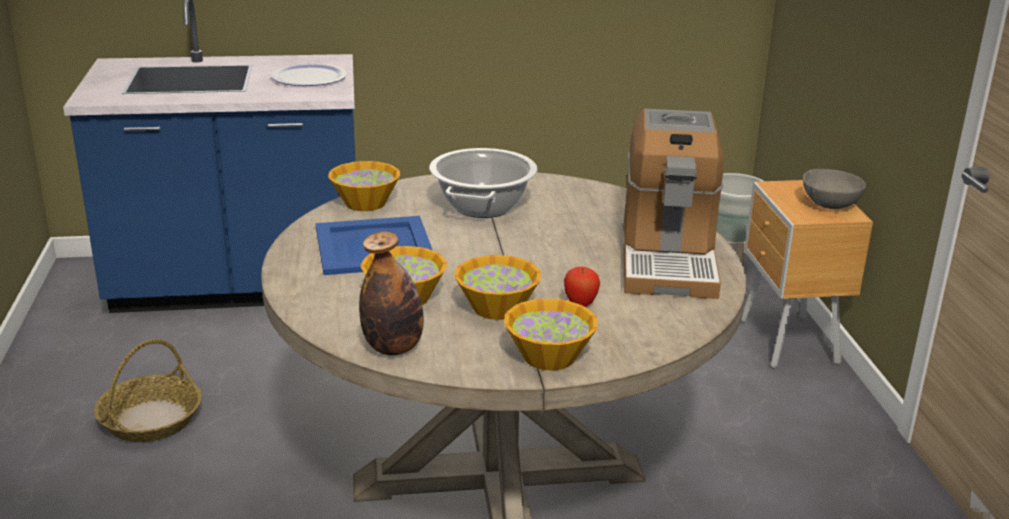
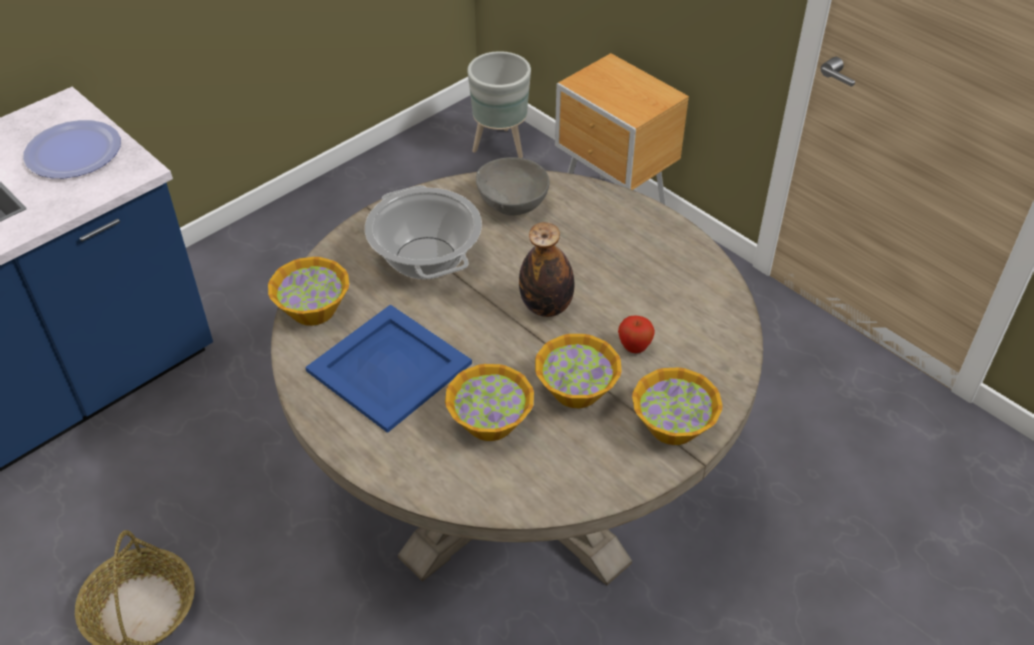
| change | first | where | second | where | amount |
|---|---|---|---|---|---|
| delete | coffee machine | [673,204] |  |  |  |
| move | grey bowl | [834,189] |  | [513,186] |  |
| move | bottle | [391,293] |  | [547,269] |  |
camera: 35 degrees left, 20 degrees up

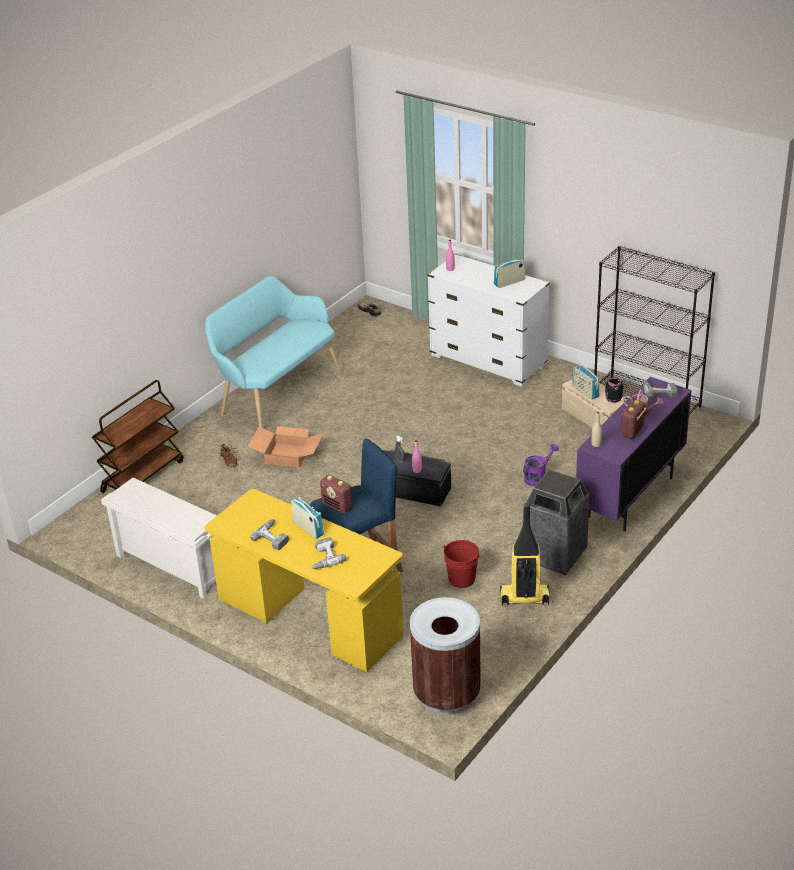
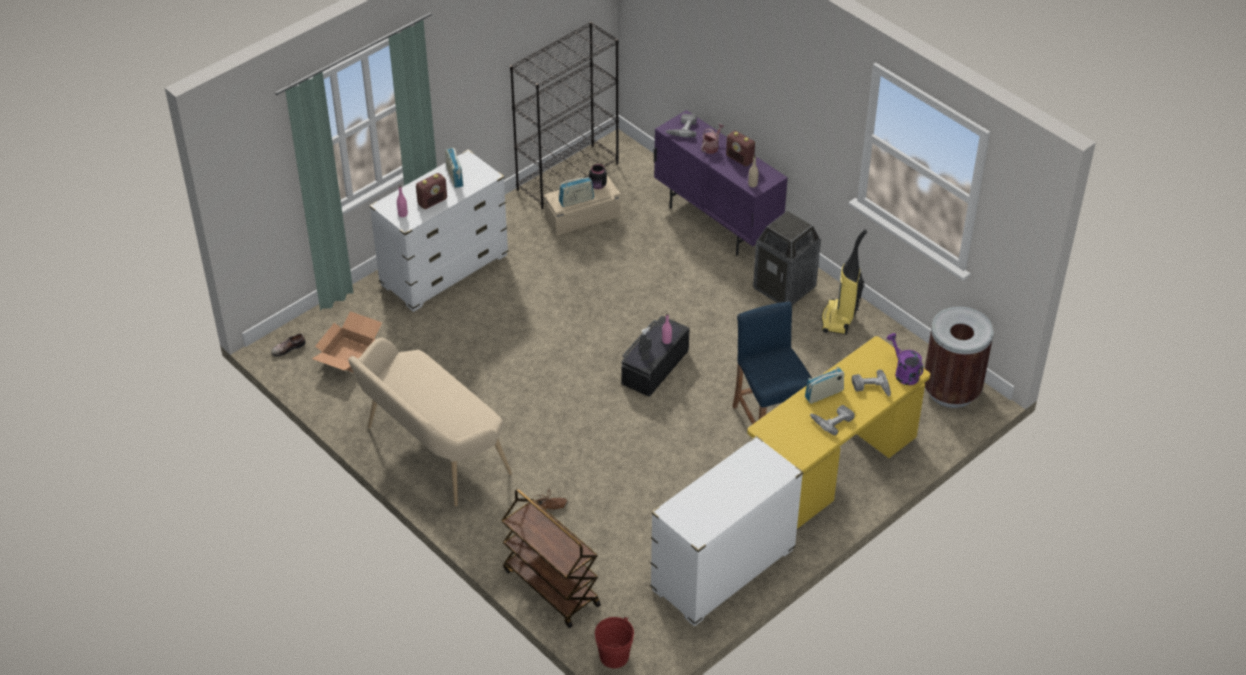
| change | first | where | second | where | amount |
|---|---|---|---|---|---|
| recolor | turquoise bench | [273,352] | beige bench | [430,422] |  |
| move | cardboard box | [285,447] |  | [347,342] |  |
| move | purple watering can | [541,465] |  | [905,359] |  |
| move | radio | [336,494] |  | [431,191] |  |
| replace | white shoe rack | [159,538] | white dresser | [726,531] |  |
| move | red bucket | [461,564] |  | [614,643] |  |
camera: 80 degrees left, 10 degrees up

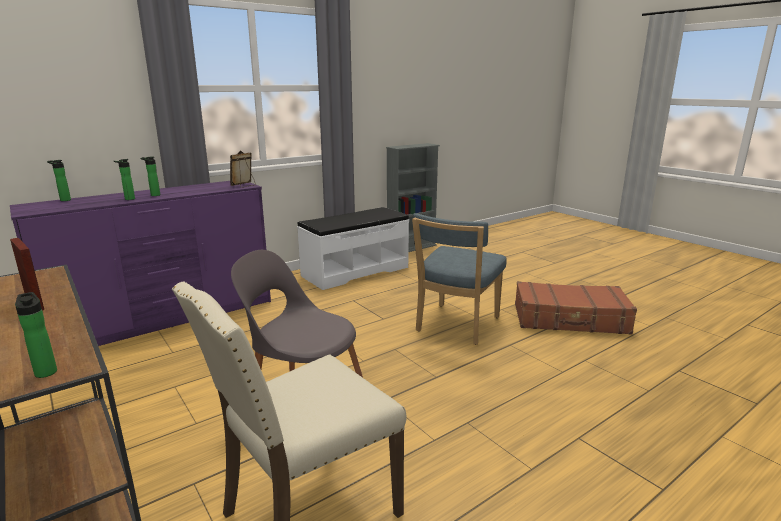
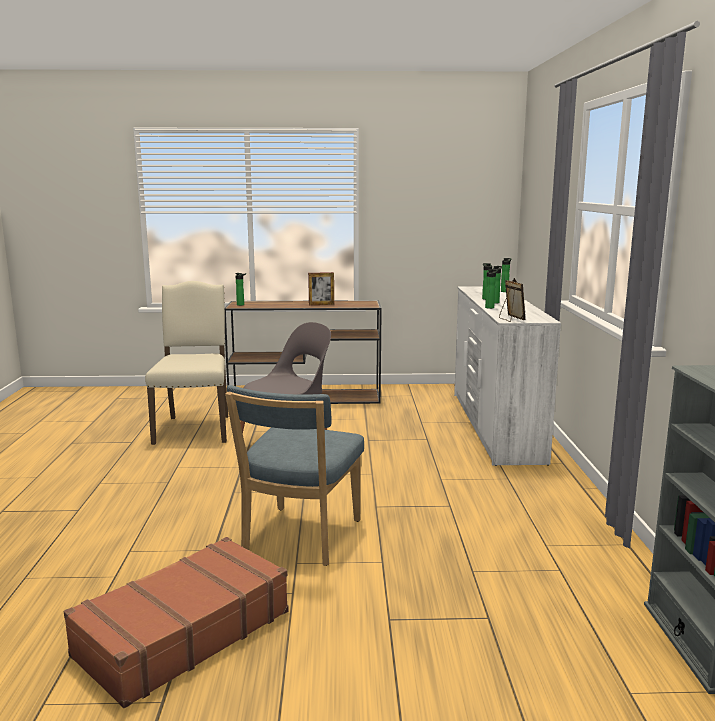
| change | first | where | second | where | amount |
|---|---|---|---|---|---|
| recolor | purple dresser | [140,263] | white dresser | [507,376] |  |
| delete | white bench | [353,248] |  |  |  |
| rotate | blue chair | [459,279] |  | [294,475] | 135 degrees counterclockwise |
| insert |  |  | bottle | [491,289] |  |
camera: 125 degrees right, 5 degrees down

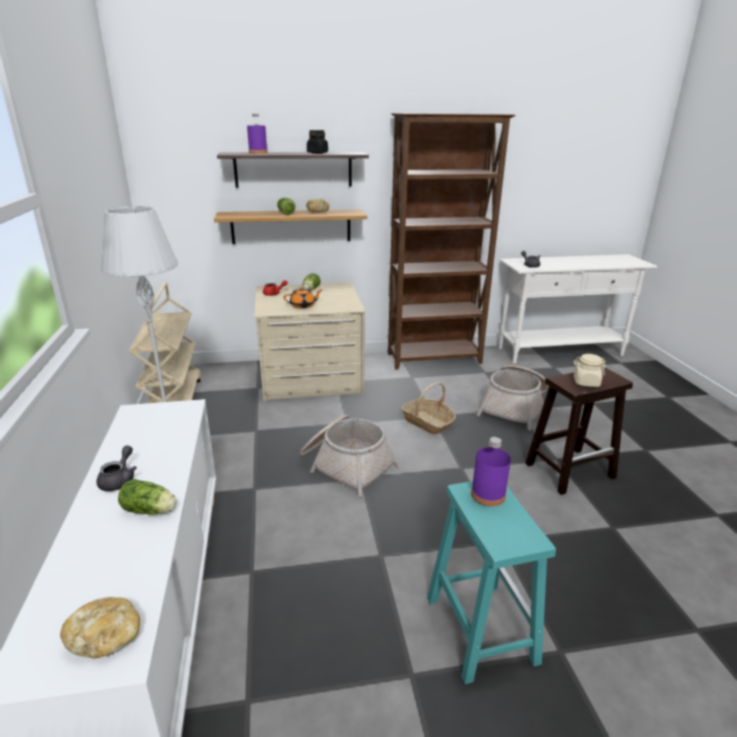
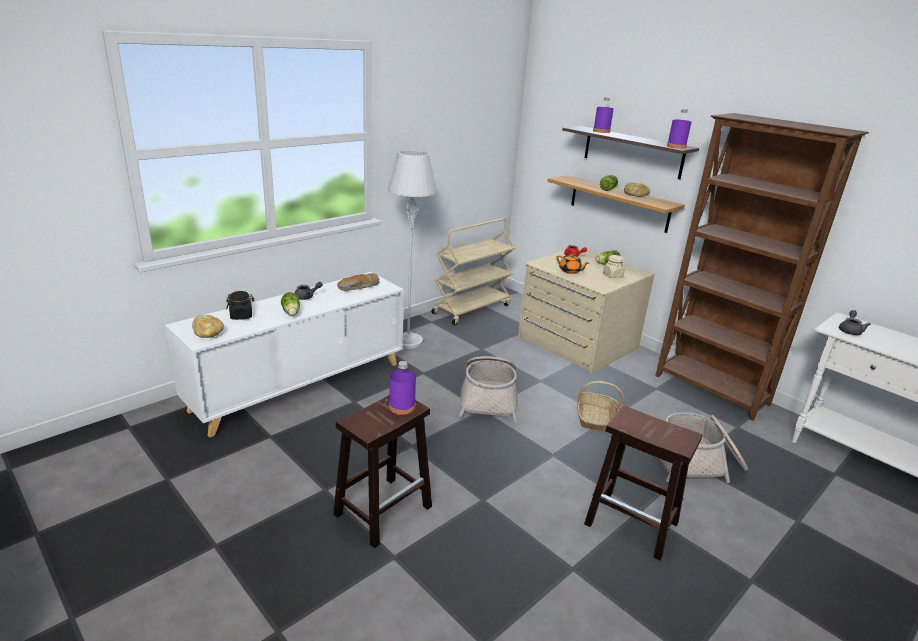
| change | first | where | second | where | amount |
|---|---|---|---|---|---|
| move | black jar | [317,142] |  | [240,305] |  |
| move | beige jar | [589,370] |  | [614,266] |  |
| recolor | turquoise stool | [491,582] | brown stool | [382,471] |  |
| insert |  |  | purple bottle | [679,129] |  |
| insert |  |  | bread | [358,282] |  |
camera: 55 degrees right, 0 degrees up

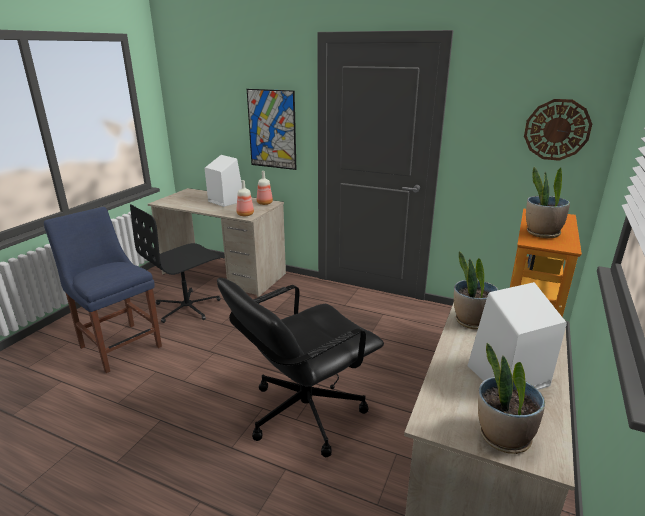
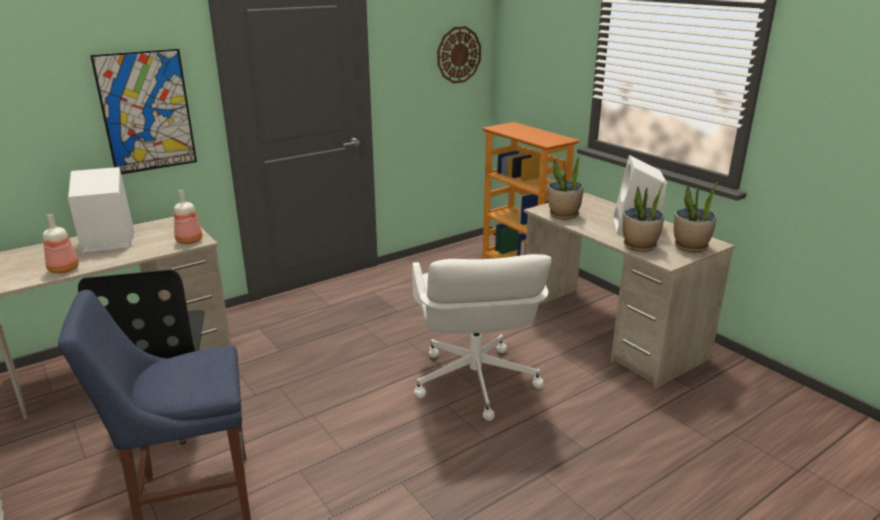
| change | first | where | second | where | amount |
|---|---|---|---|---|---|
| move | potted plant | [548,202] |  | [645,216] |  |
| move | bottle | [265,188] |  | [61,244] |  |
| recolor | black office chair | [300,367] | white office chair | [482,337] |  |
camera: 60 degrees left, 0 degrees up

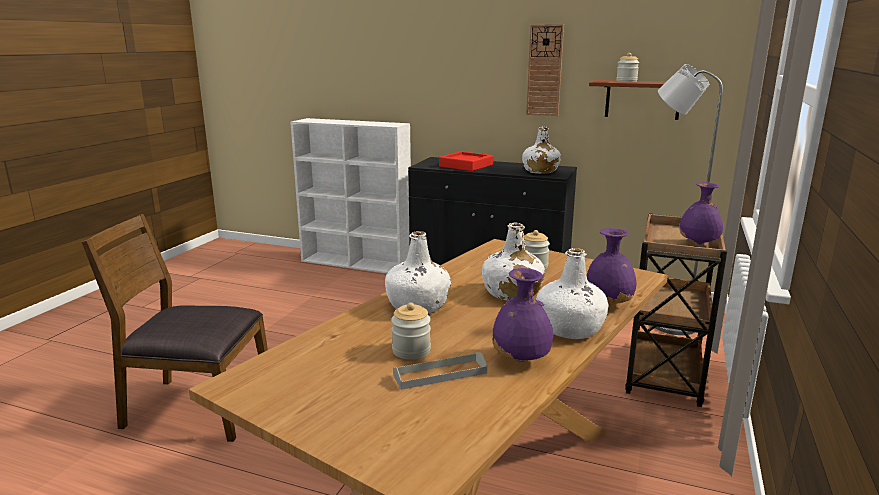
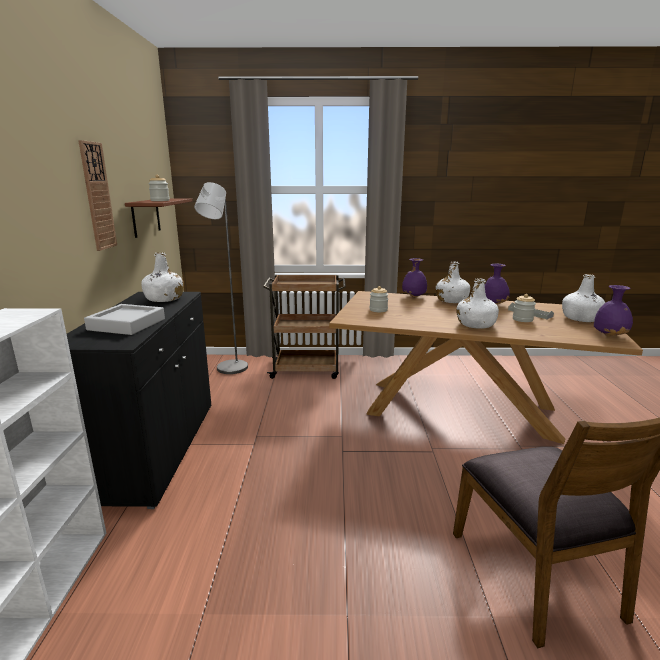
| change | first | where | second | where | amount |
|---|---|---|---|---|---|
| recolor | red tray | [466,161] | grey tray | [124,319] |  |
| move | purple vase | [701,213] |  | [613,311] |  |
| move | white bottle | [513,261] |  | [583,298] |  |
camera: 110 degrees left, 0 degrees up

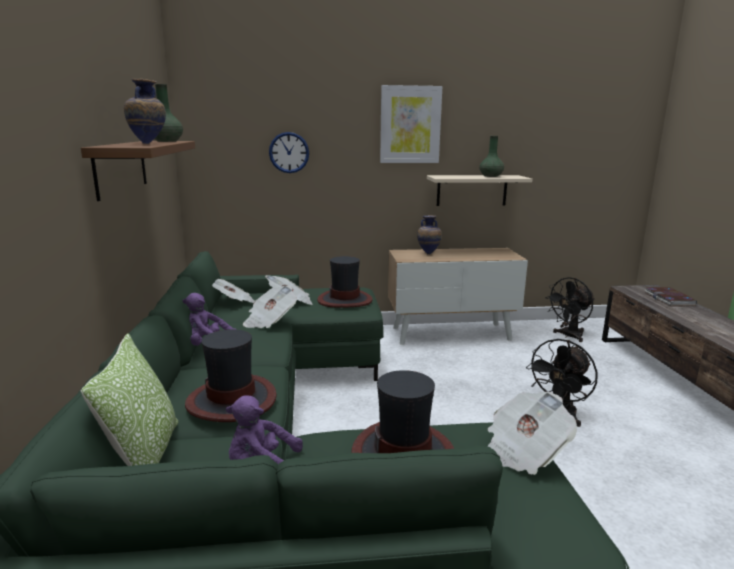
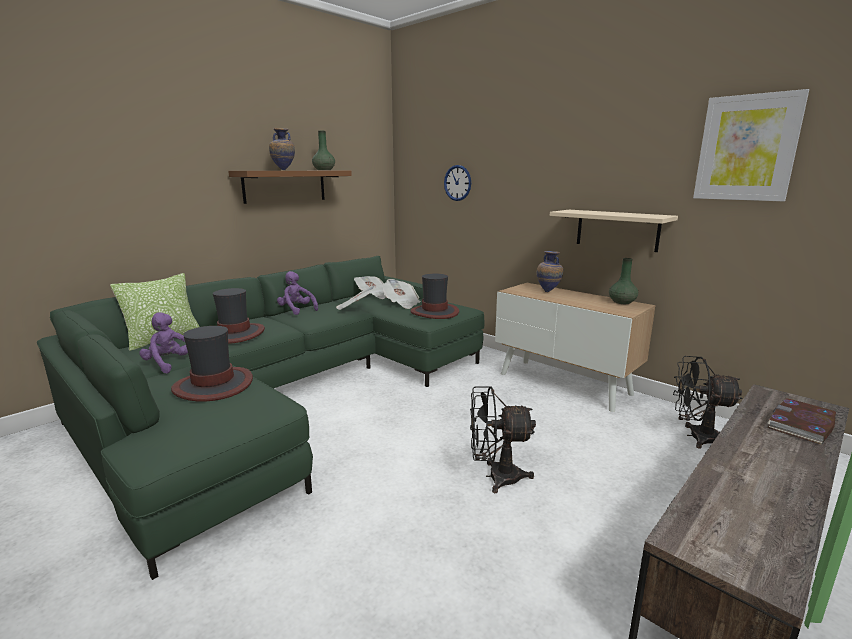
| change | first | where | second | where | amount |
|---|---|---|---|---|---|
| move | picture | [411,124] |  | [751,145] |  |
| move | green vase | [491,156] |  | [623,281] |  |
| delete | newspaper | [532,433] |  |  |  |
camera: 50 degrees right, 0 degrees up

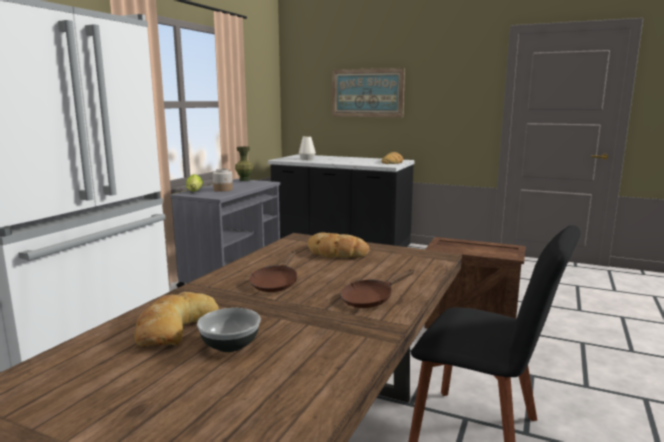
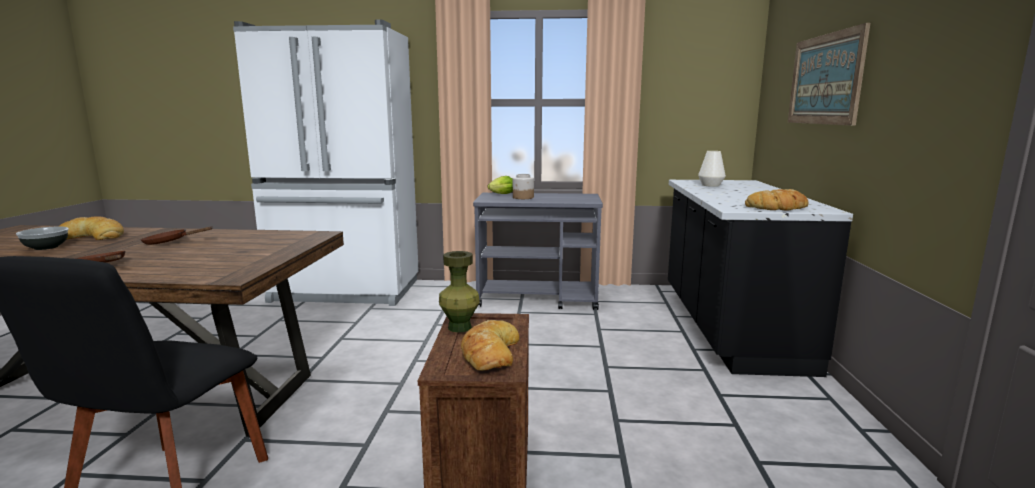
| change | first | where | second | where | amount |
|---|---|---|---|---|---|
| move | green vase | [244,163] |  | [459,291] |  |
| move | bread | [338,245] |  | [490,345] |  |
camera: 70 degrees right, 0 degrees up

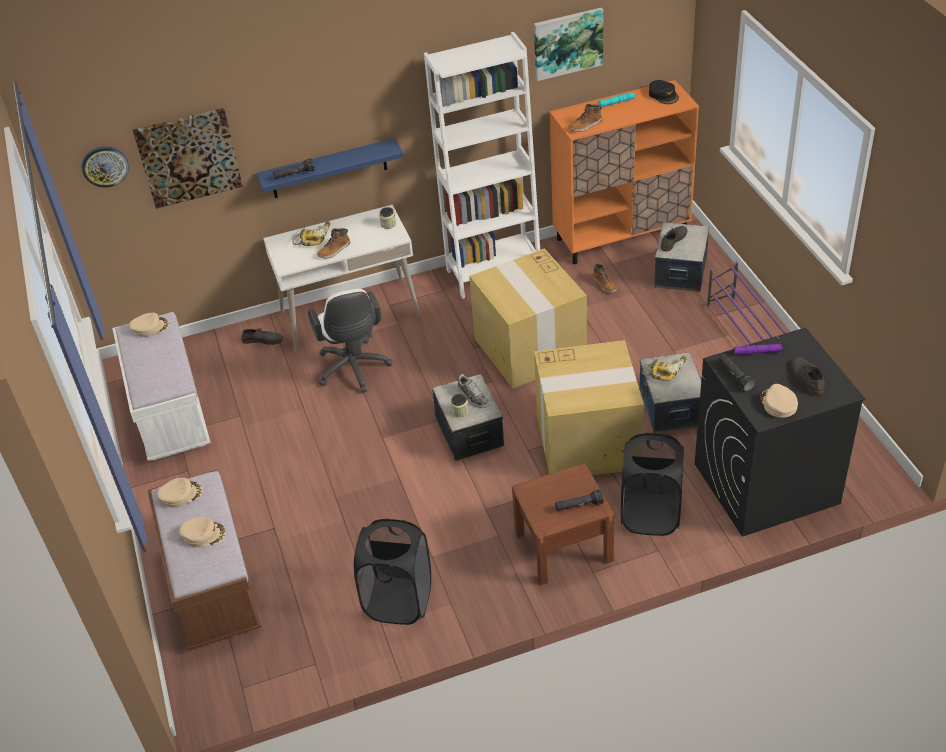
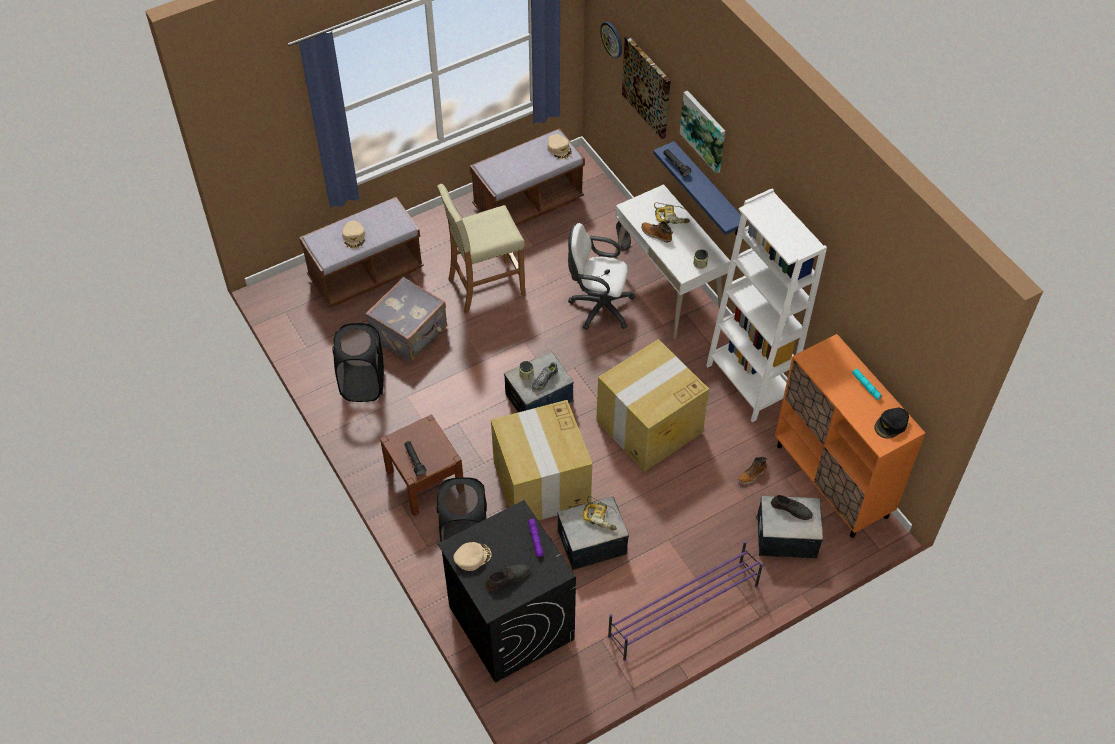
| change | first | where | second | where | amount |
|---|---|---|---|---|---|
| move | picture | [568,44] |  | [702,131] |  |
| delete | boot | [585,118] |  |  |  |
| rotate | white office chair | [350,341] |  | [601,276] | 45 degrees clockwise |
| recolor | white bench | [161,386] | brown bench | [527,177] |  |
| delete | black flashlight | [737,373] |  |  |  |
| delete | beige cap | [180,493] |  |  |  |
| insert |  |  | beige stool | [481,249] |  |
| insert |  |  | grey suitcase | [406,319] |  |
camera: 75 degrees right, 10 degrees up

